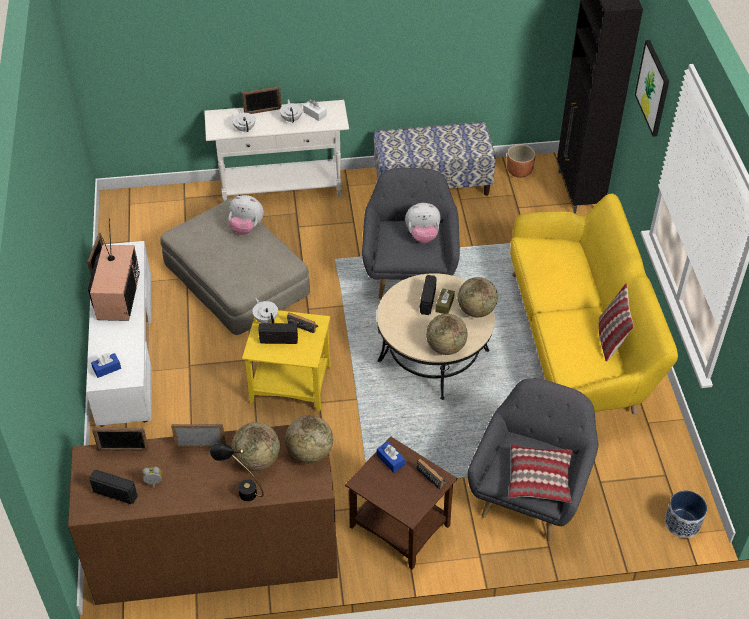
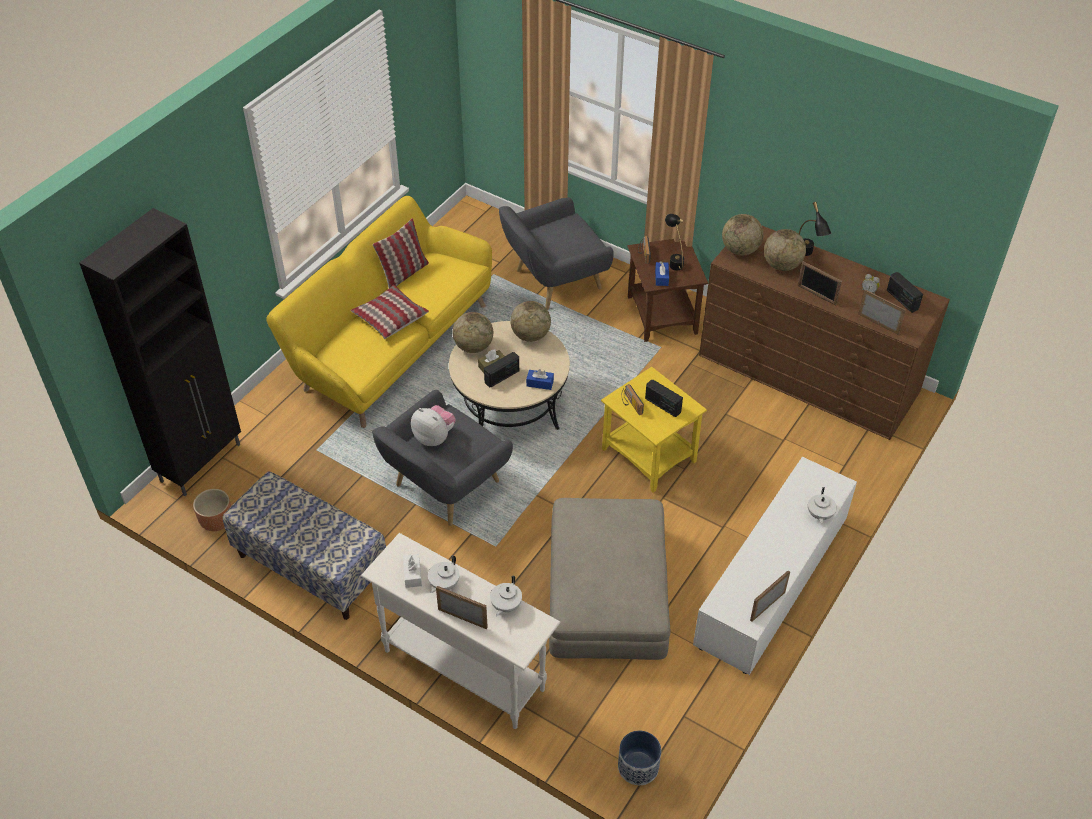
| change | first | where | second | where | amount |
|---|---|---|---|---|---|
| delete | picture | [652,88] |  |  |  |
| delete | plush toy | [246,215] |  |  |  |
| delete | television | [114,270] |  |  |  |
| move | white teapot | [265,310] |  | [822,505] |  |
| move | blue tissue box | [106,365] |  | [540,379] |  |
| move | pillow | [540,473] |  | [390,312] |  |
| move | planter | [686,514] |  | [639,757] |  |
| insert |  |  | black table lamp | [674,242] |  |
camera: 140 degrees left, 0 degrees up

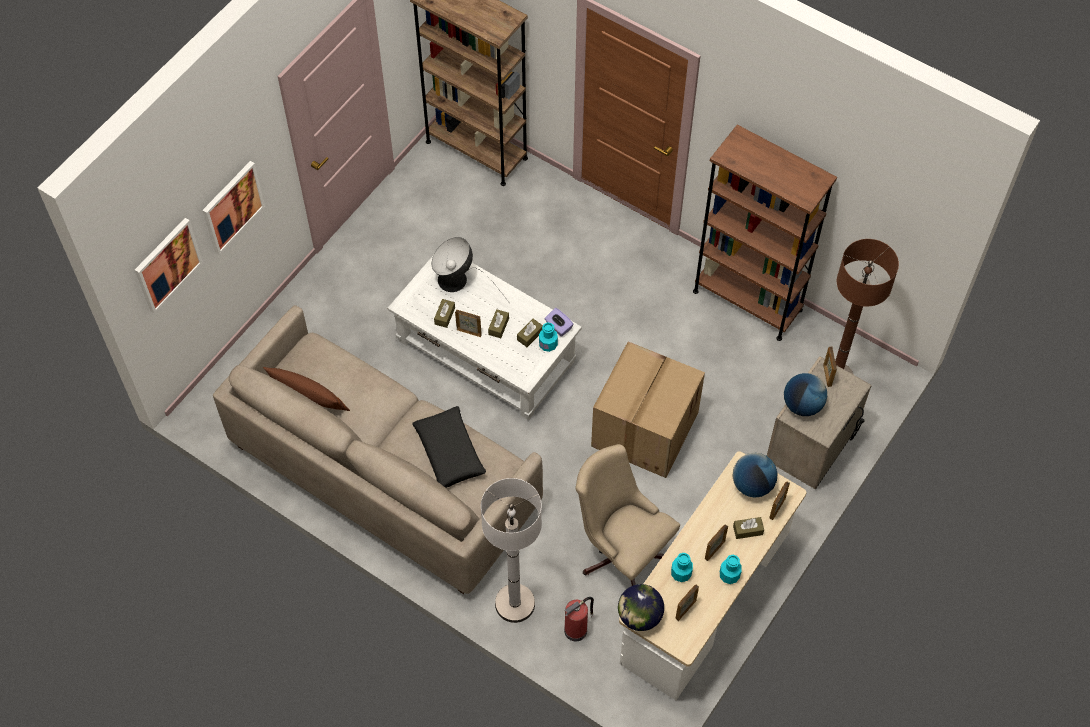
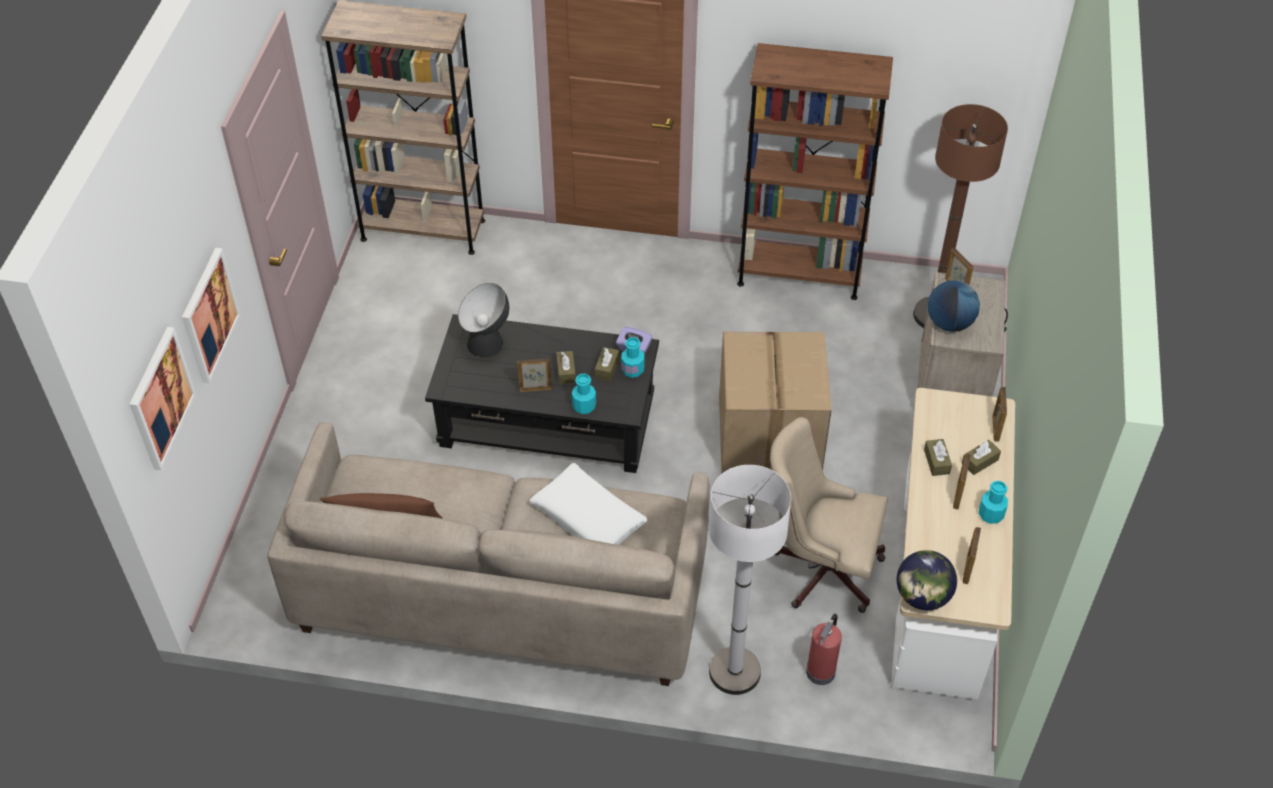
| change | first | where | second | where | amount |
|---|---|---|---|---|---|
| recolor | white coffee table | [485,338] | black coffee table | [542,393] |  |
| move | brown tissue box | [444,313] |  | [938,457] |  |
| recolor | black pillow | [449,447] | white pillow | [588,504] |  |
| delete | globe | [755,475] |  |  |  |
| move | turquoise bottle | [682,567] |  | [584,393] |  |
camera: 25 degrees left, 10 degrees down

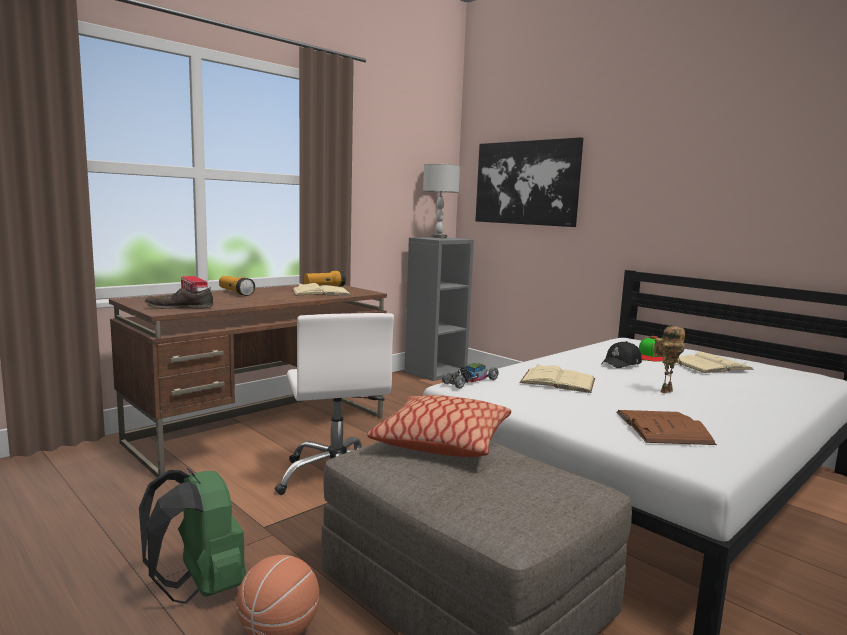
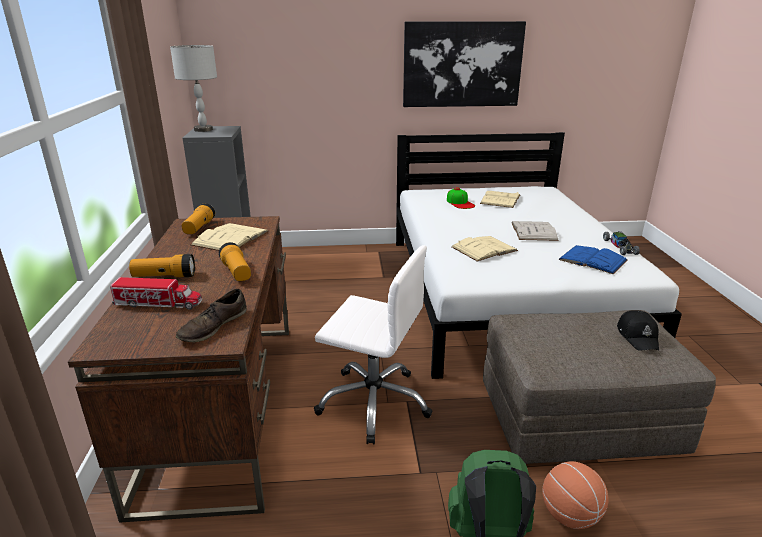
| change | first | where | second | where | amount |
|---|---|---|---|---|---|
| move | picture | [529,182] |  | [464,64] |  |
| replace | toy robot | [669,360] | white book | [535,231] |  |
| move | black cap | [621,355] |  | [638,330] |  |
| move | toy car | [470,375] |  | [621,243] |  |
| delete | pillow | [439,426] |  |  |  |
| recolor | brown book | [667,427] | blue book | [592,260] |  |
| insert |  |  | flashlight | [235,261] |  |
camera: 50 degrees left, 15 degrees up

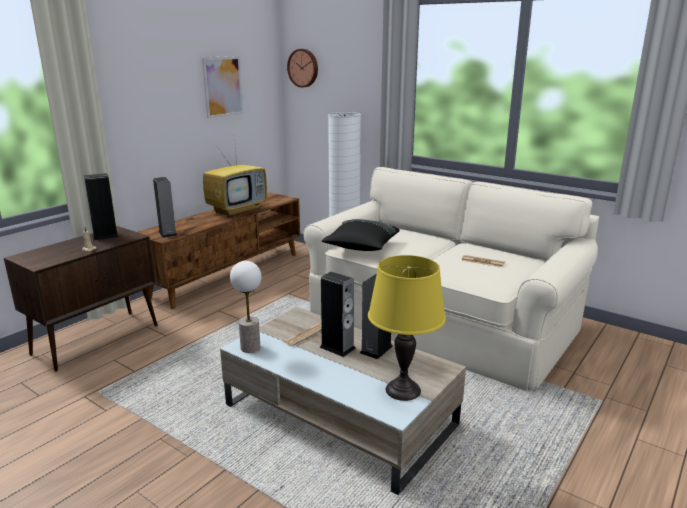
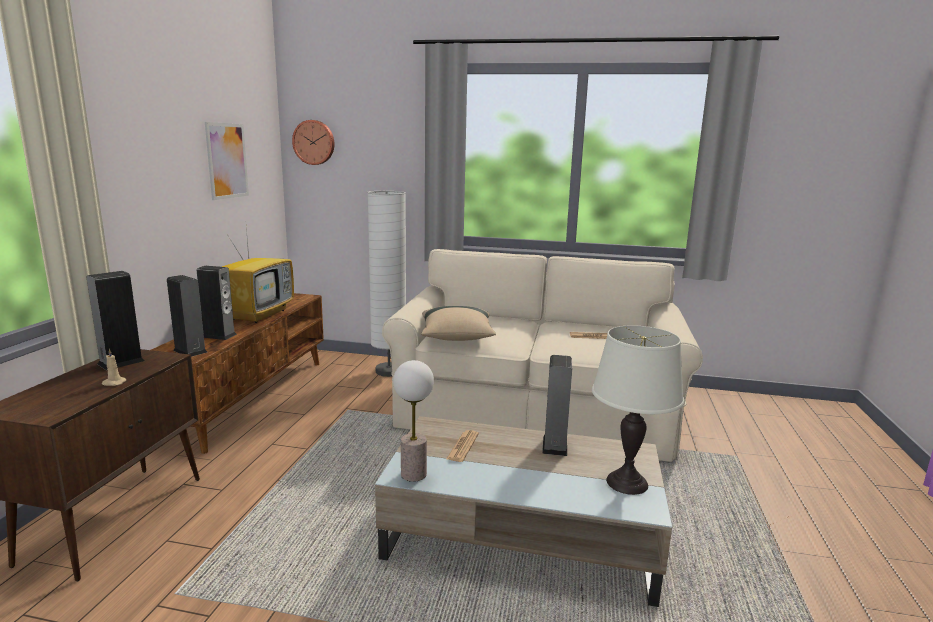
| change | first | where | second | where | amount |
|---|---|---|---|---|---|
| recolor | black pillow | [361,235] | beige pillow | [458,323] |  |
| recolor | yellow table lamp | [407,328] | white table lamp | [638,410] |  |
| move | speaker | [338,314] |  | [217,303] |  |
camera: 25 degrees left, 5 degrees down

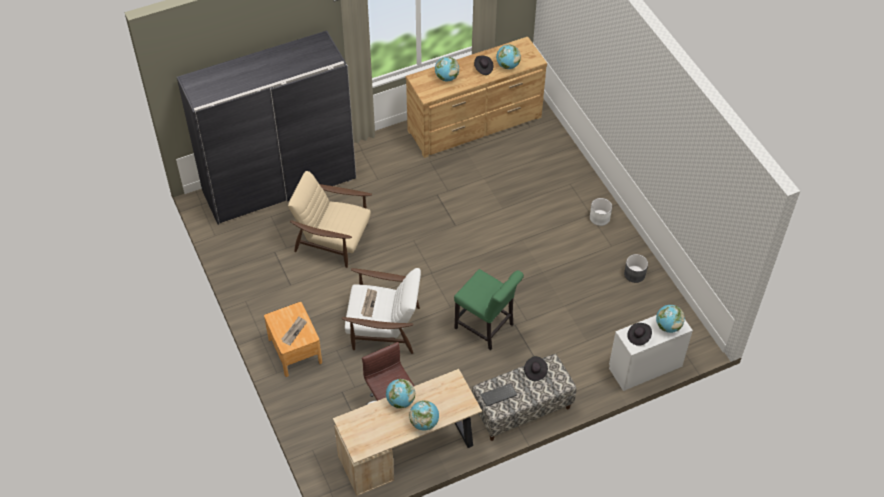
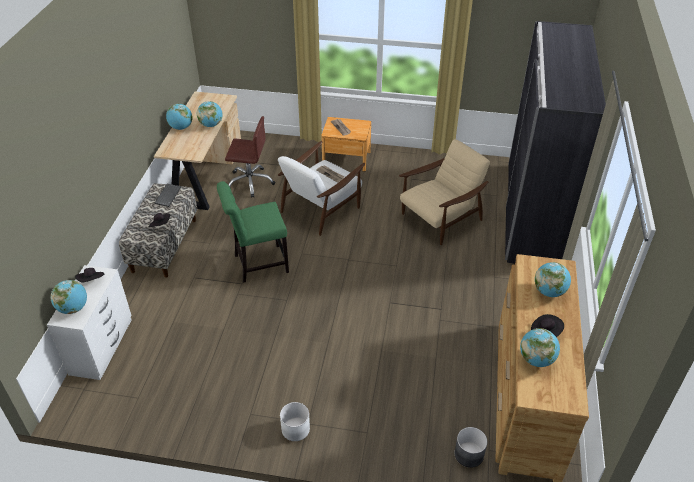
| change | first | where | second | where | amount |
|---|---|---|---|---|---|
| move | grey planter | [636,268] |  | [471,447] |  |
camera: 125 degrees right, 10 degrees down

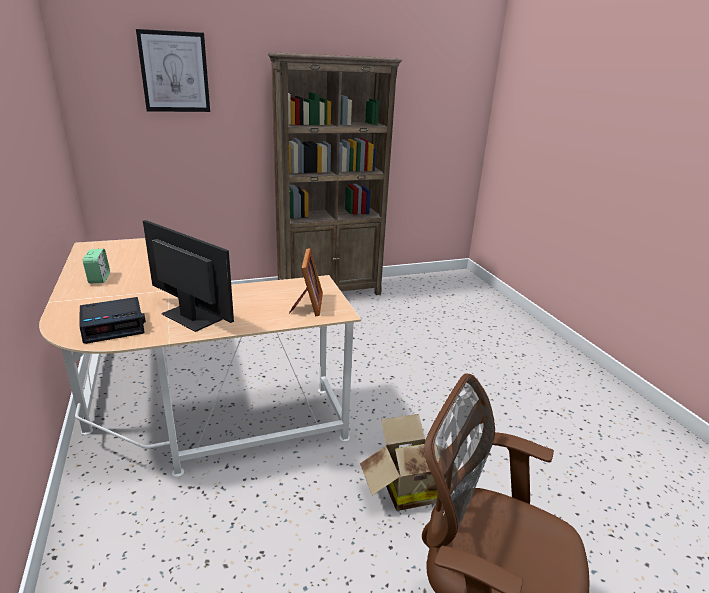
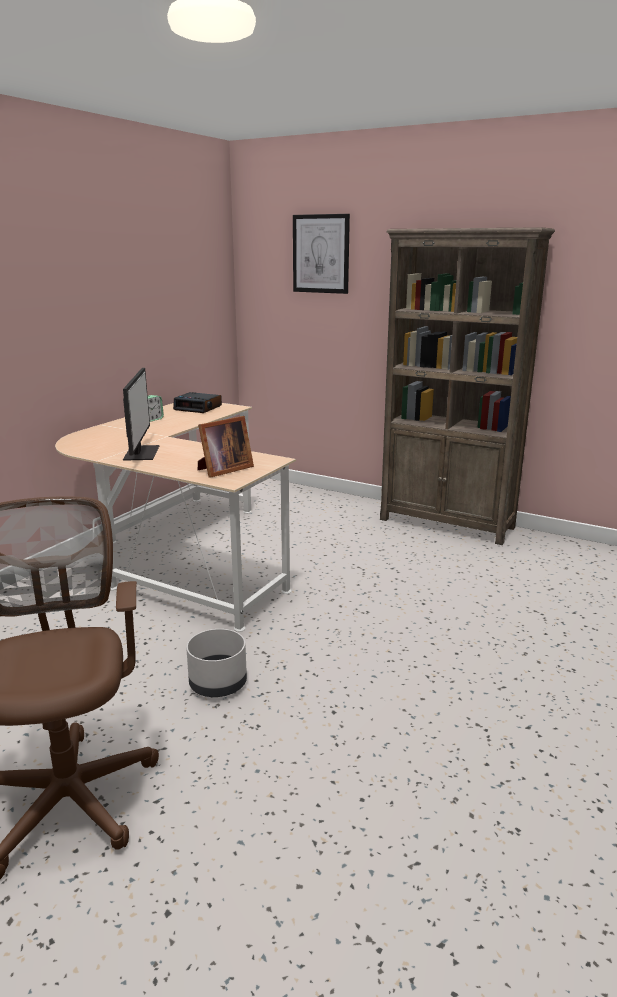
| change | first | where | second | where | amount |
|---|---|---|---|---|---|
| move | alarm clock | [112,320] |  | [197,402] |  |
| replace | cardboard box | [409,462] | grey planter | [216,663] |  |
camera: 50 degrees right, 5 degrees down

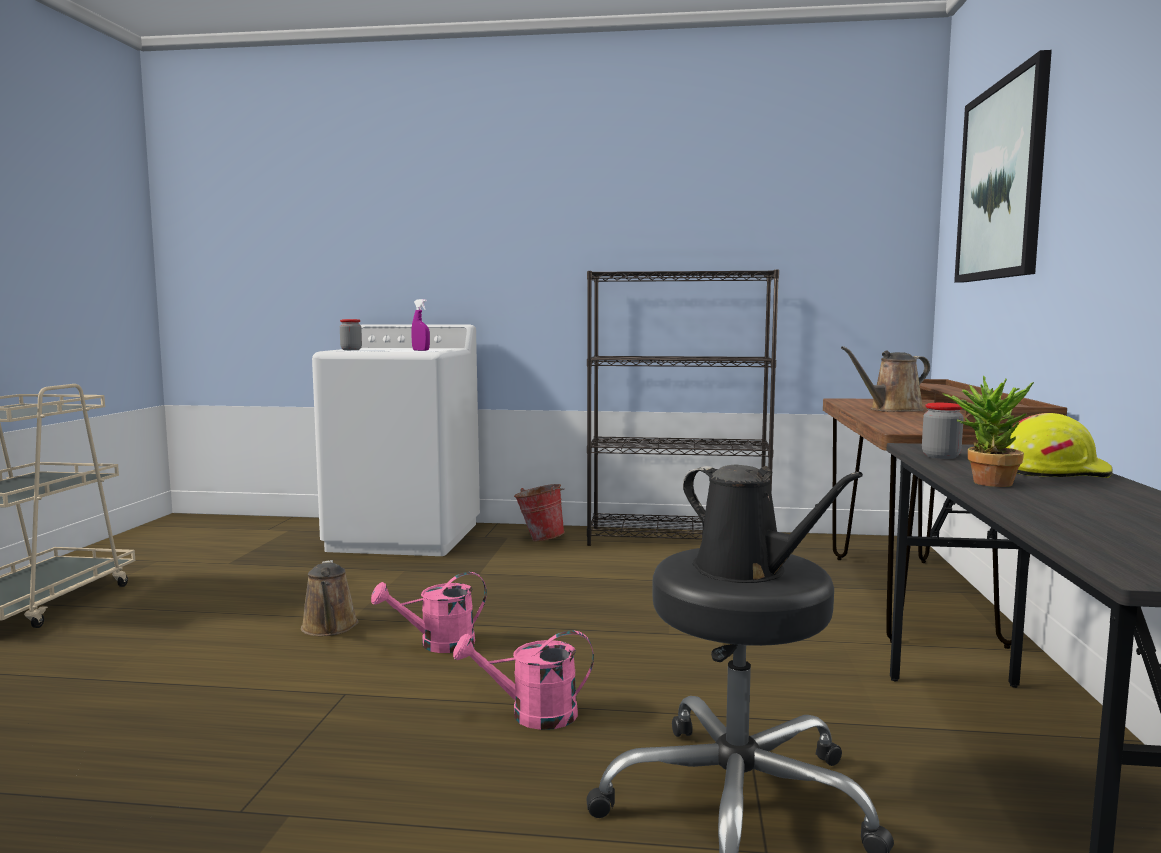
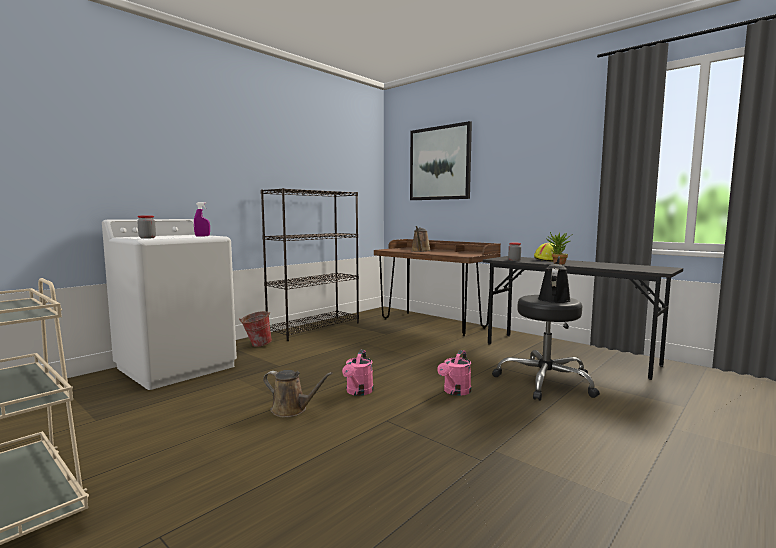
| change | first | where | second | where | amount |
|---|---|---|---|---|---|
| rotate | black watering can | [773,524] |  | [554,279] | 60 degrees counterclockwise |
camera: 55 degrees left, 0 degrees up

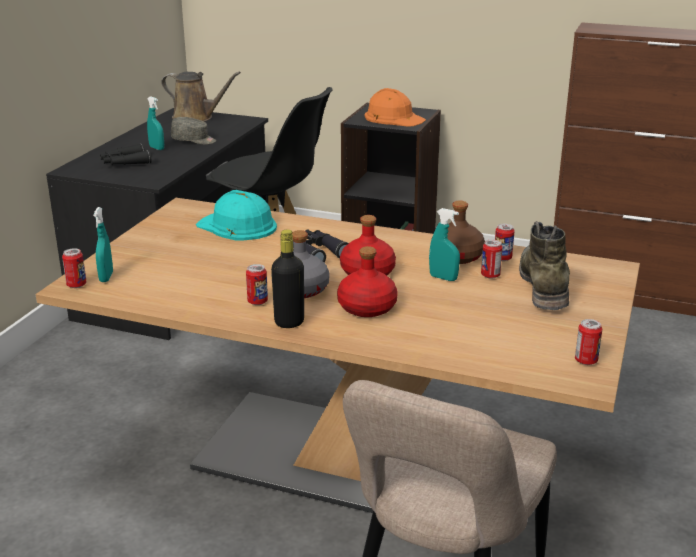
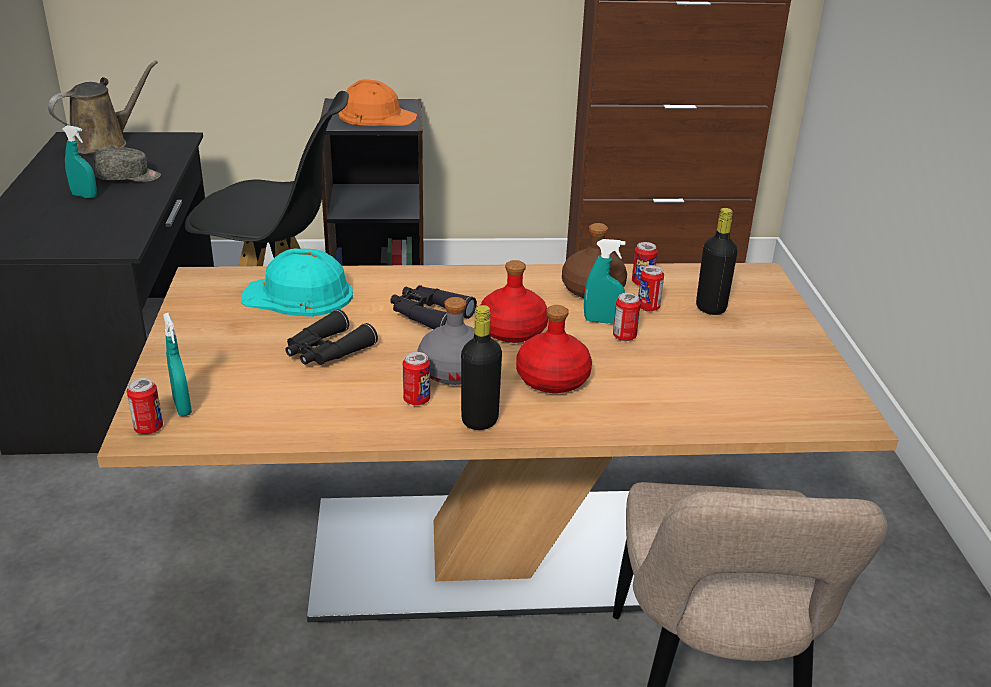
| change | first | where | second | where | amount |
|---|---|---|---|---|---|
| rotate | brown watering can | [201,96] |  | [103,107] | 45 degrees counterclockwise |
| move | black binoculars | [125,154] |  | [331,337] |  |
| replace | green boot | [544,265] | black bottle | [716,261] |  |
| move | can | [588,342] |  | [627,317] |  |
camera: 25 degrees left, 5 degrees up

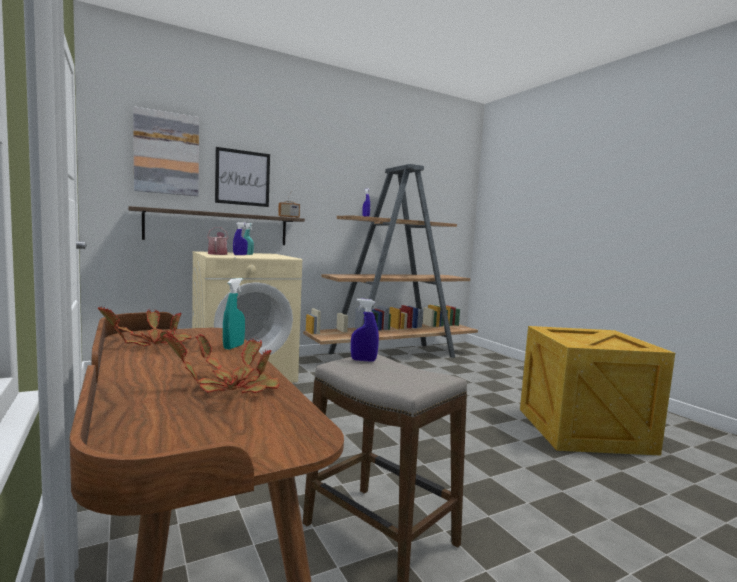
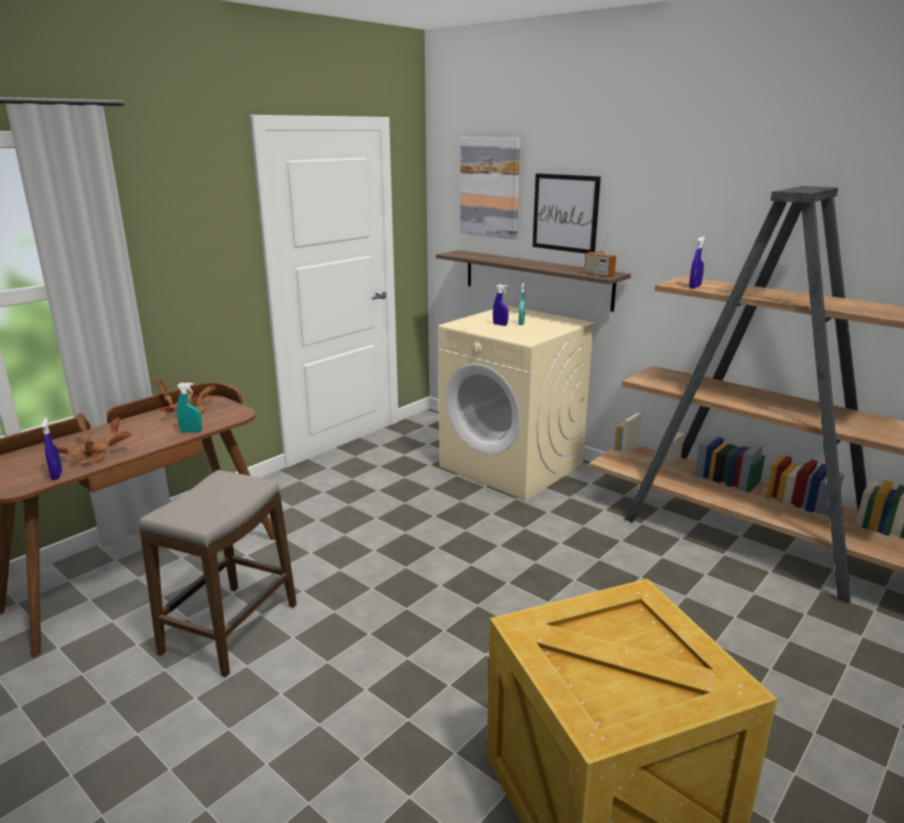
| change | first | where | second | where | amount |
|---|---|---|---|---|---|
| delete | watering can | [217,241] |  |  |  |
| move | blue spray bottle | [365,330] |  | [52,448] |  |
camera: 70 degrees right, 15 degrees up

